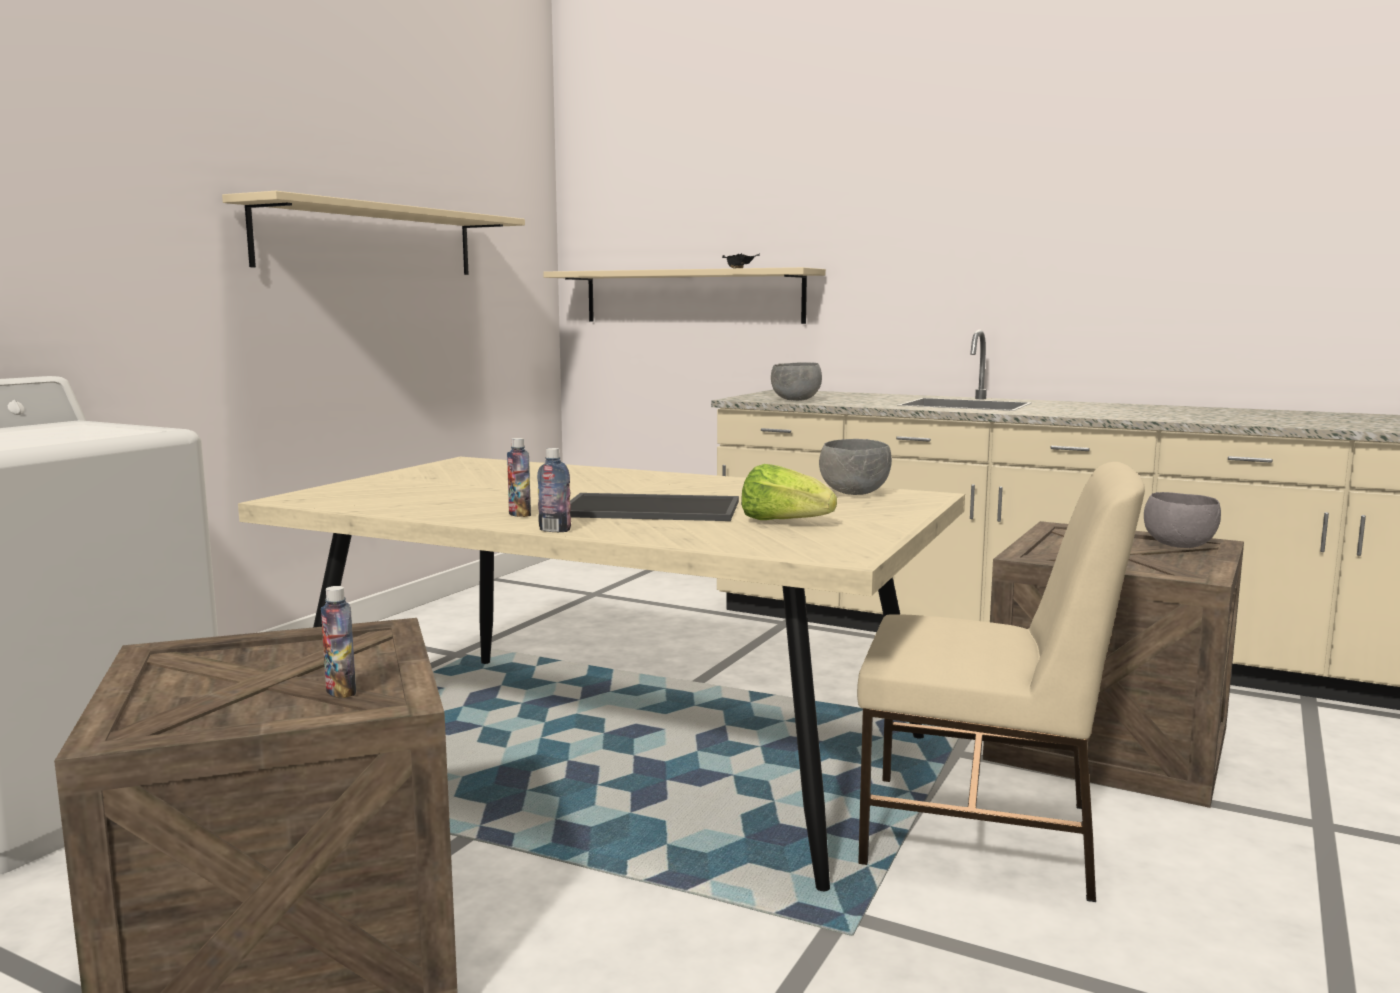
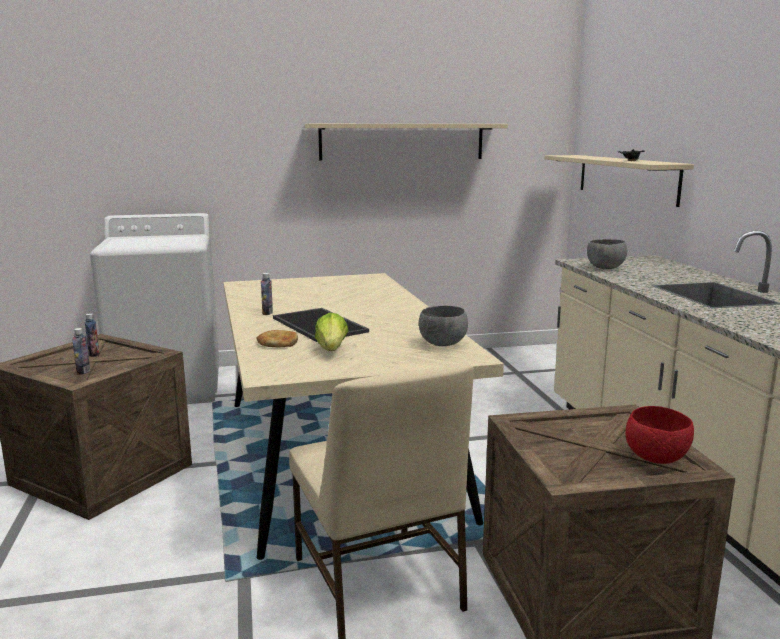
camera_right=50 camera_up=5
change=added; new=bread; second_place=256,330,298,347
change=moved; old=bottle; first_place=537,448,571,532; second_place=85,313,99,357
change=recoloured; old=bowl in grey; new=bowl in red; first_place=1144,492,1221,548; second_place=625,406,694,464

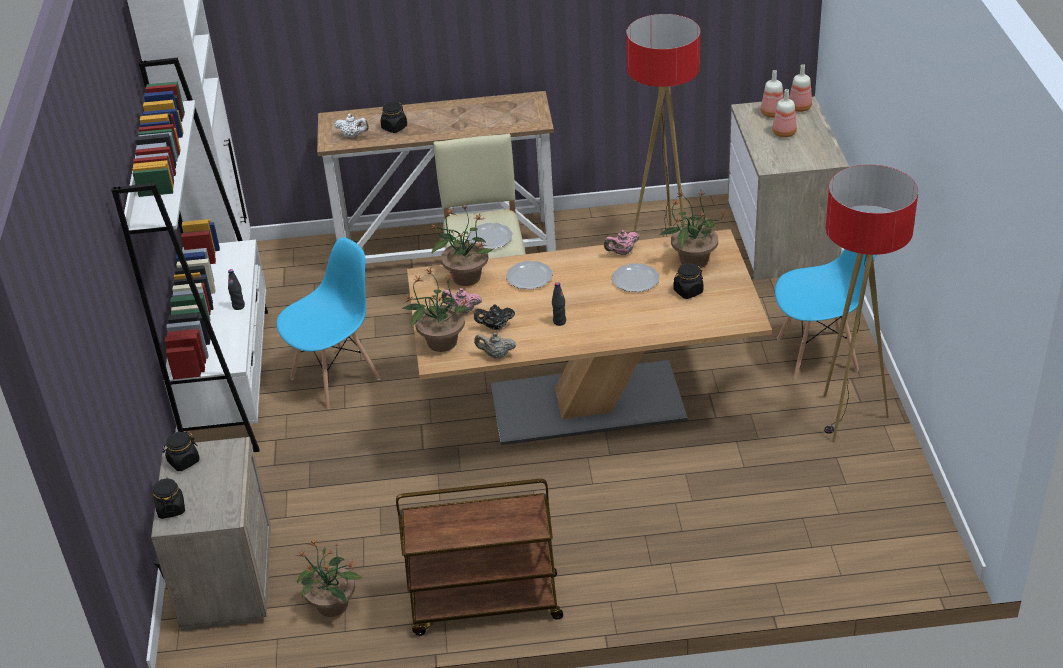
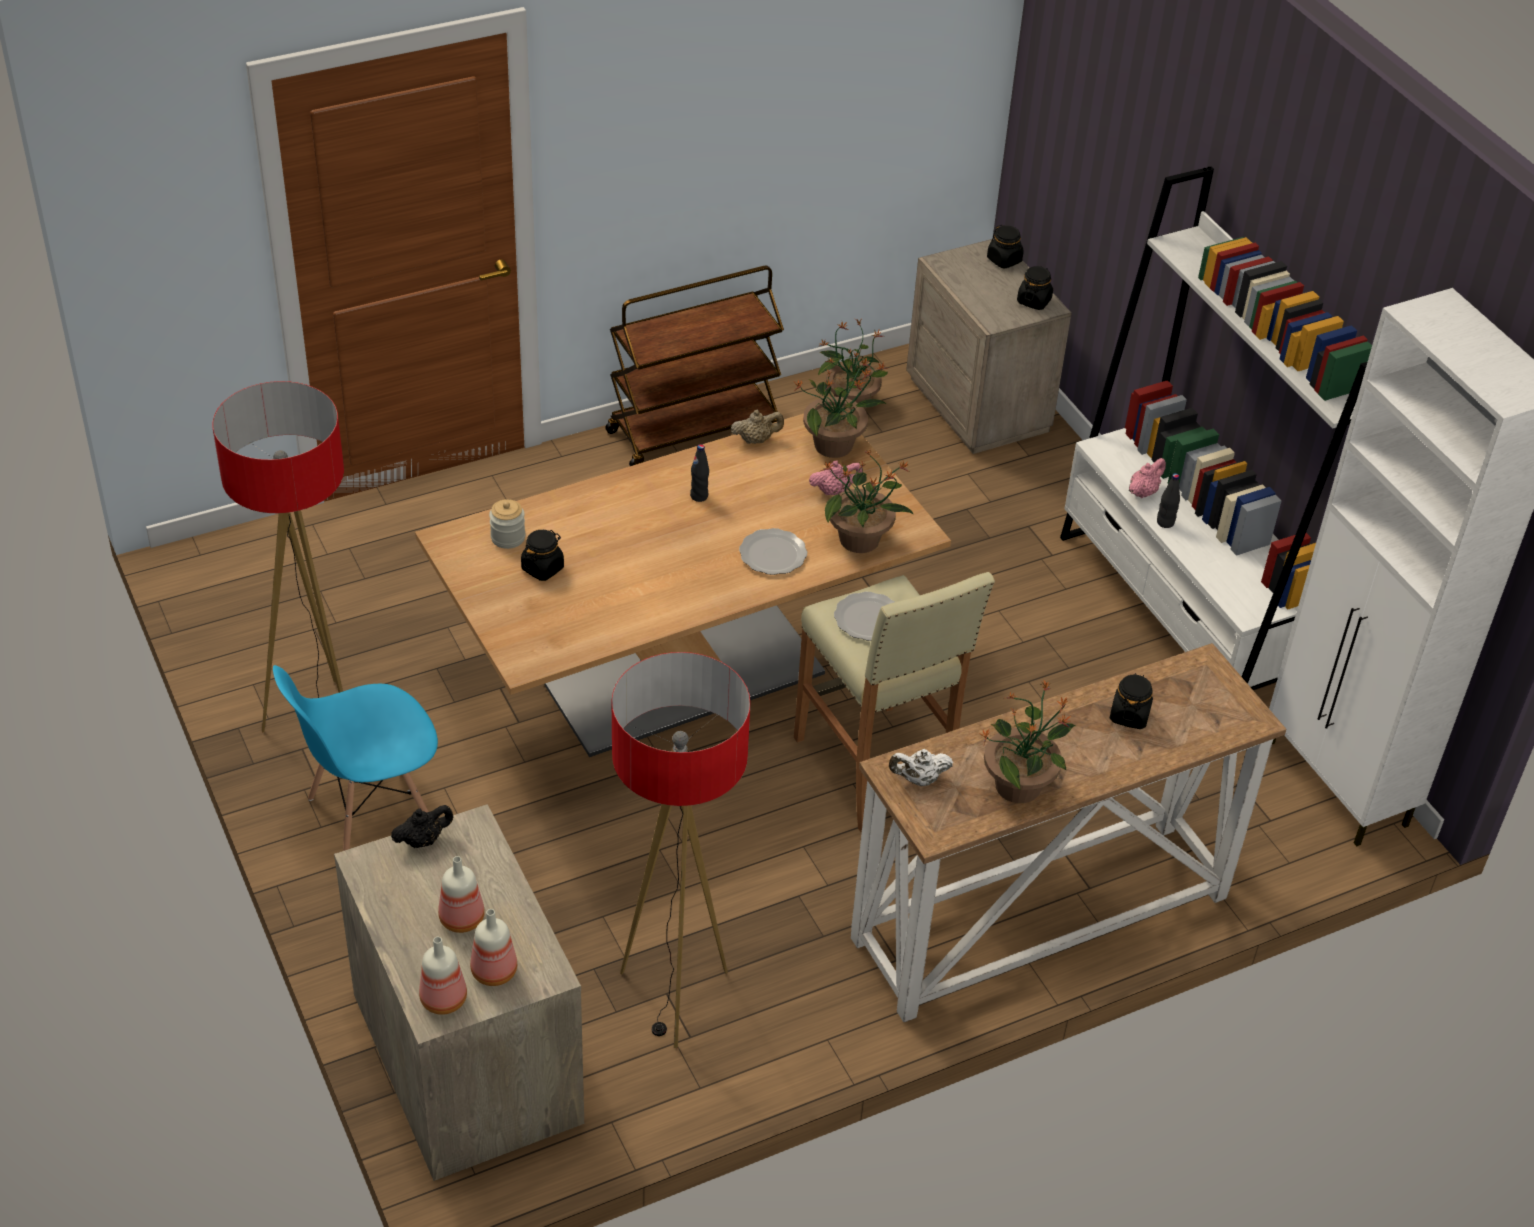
camera_right=155 camera_up=5
change=removed; old=chair in blue; first_place=276,237,380,409
change=removed; old=plate; first_place=612,263,660,292
change=added; new=jar; second_place=489,499,525,549
change=moved; old=teapot in white; first_place=335,114,369,138; second_place=889,749,953,786
change=moved; old=teapot in black; first_place=474,305,515,330; second_place=391,805,453,848
change=moved; old=teapot in pink; first_place=604,230,639,255; second_place=1129,458,1166,498
change=moved; old=potted plant; first_place=658,190,727,268; second_place=979,680,1075,803

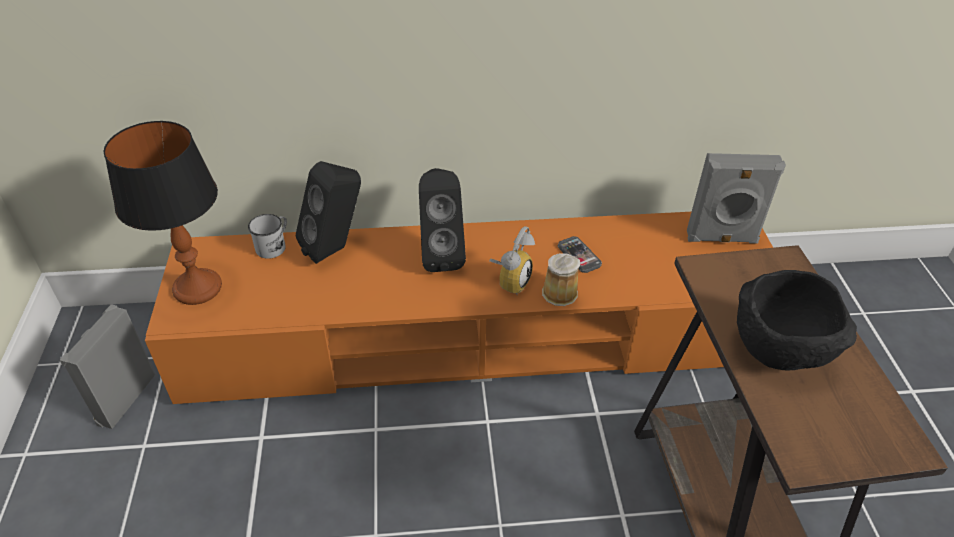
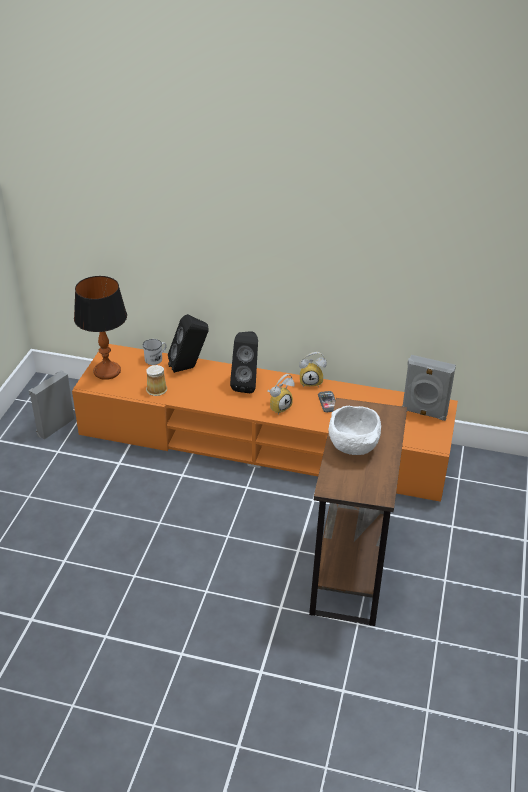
camera_right=20 camera_up=-5
change=added; new=alarm clock; second_place=299,352,327,387
change=moved; old=mug; first_place=542,253,580,306; second_place=146,365,167,396
change=recoloured; old=bowl in black; new=bowl in white; first_place=737,270,857,371; second_place=328,406,381,455

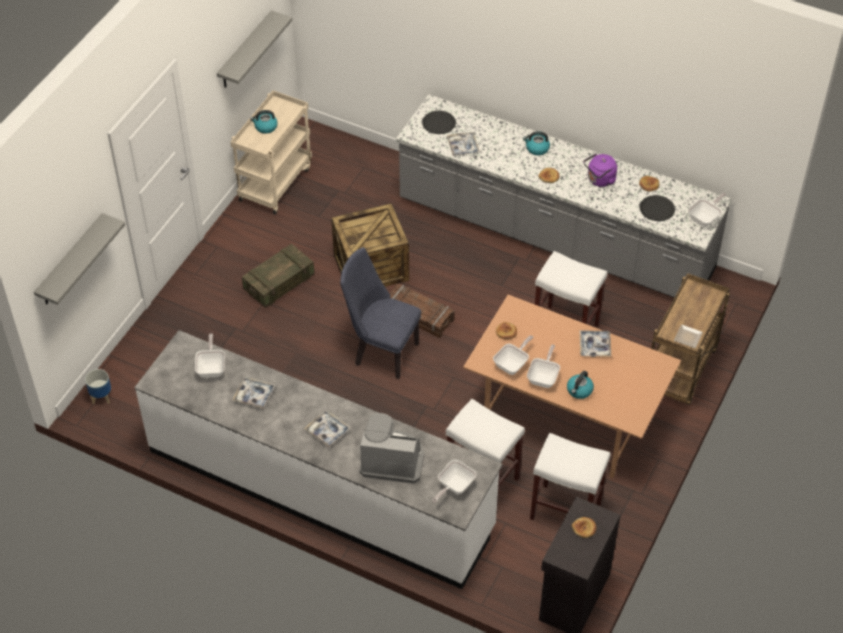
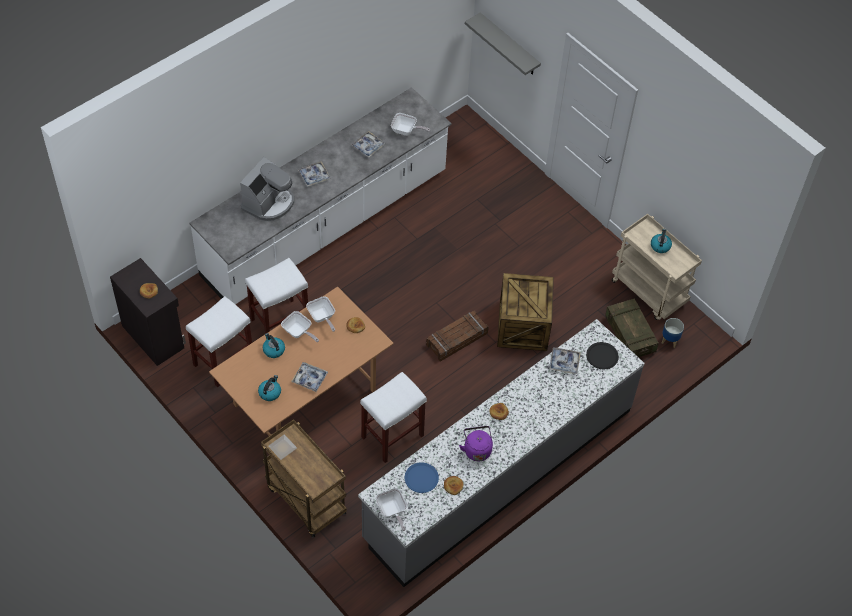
camera_right=110 camera_up=5
change=removed; old=shelf in grey; first_place=217,10,292,88
change=removed; old=chair in blue; first_place=340,247,421,379
change=removed; old=frying pan; first_place=432,460,477,503
change=moved; old=planter; first_place=85,369,111,404; second_place=662,318,684,348
change=moved; old=crate; first_place=242,243,315,308; second_place=605,299,659,357
change=moved; old=kettle; first_place=523,131,550,155; second_place=258,375,281,401
change=recoloured; old=plate in black; new=plate in blue; first_place=640,195,675,221; second_place=405,462,439,493

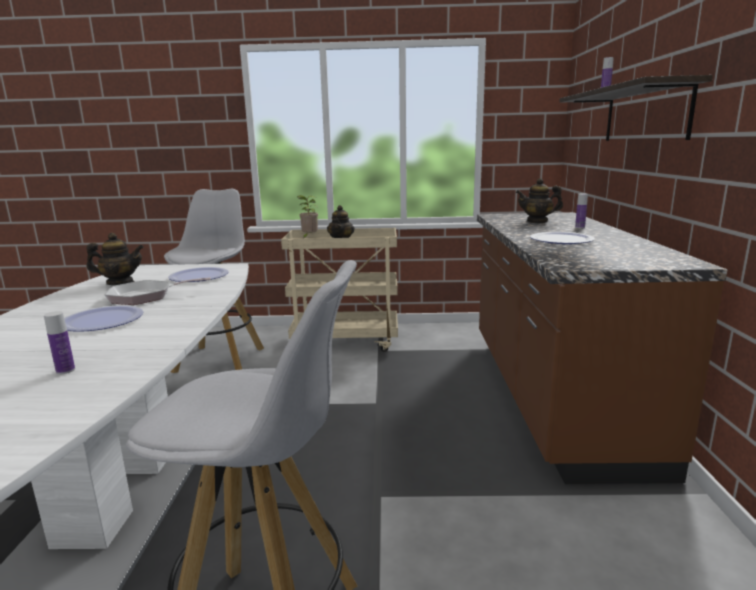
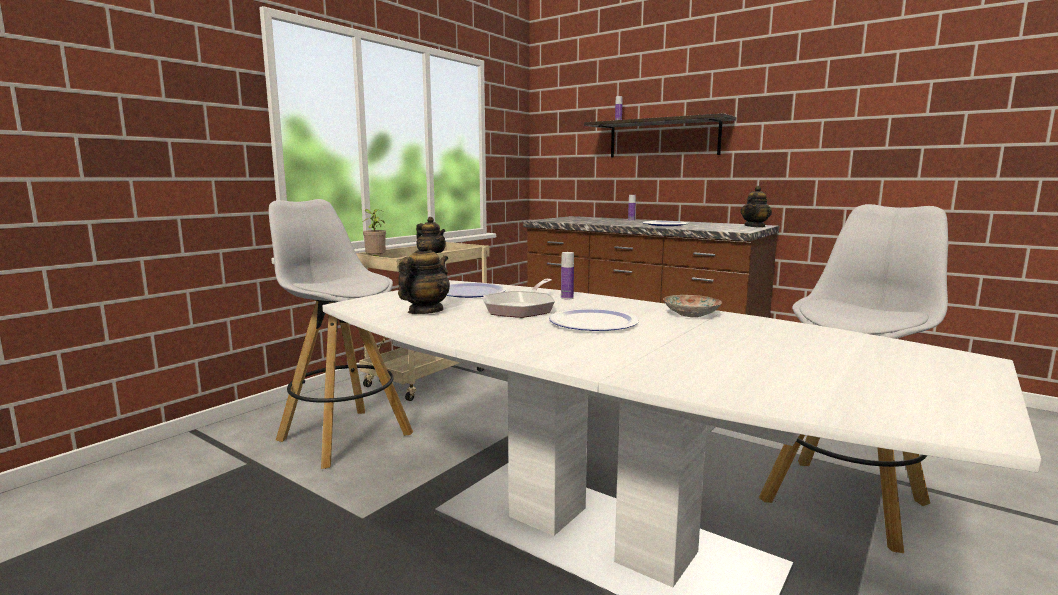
camera_right=-55 camera_up=-5
change=added; new=plate; second_place=663,295,722,317
change=moved; old=bottle; first_place=44,311,75,374; second_place=561,252,574,300
change=moved; old=teapot; first_place=516,178,563,223; second_place=741,186,772,228

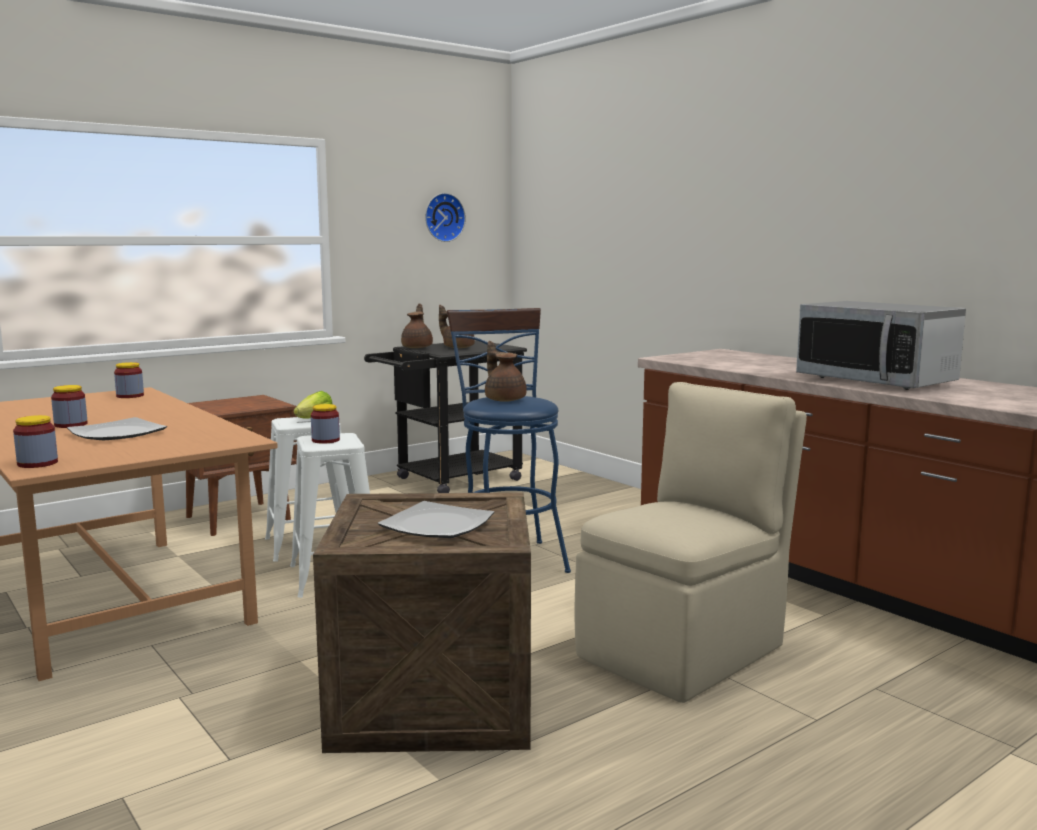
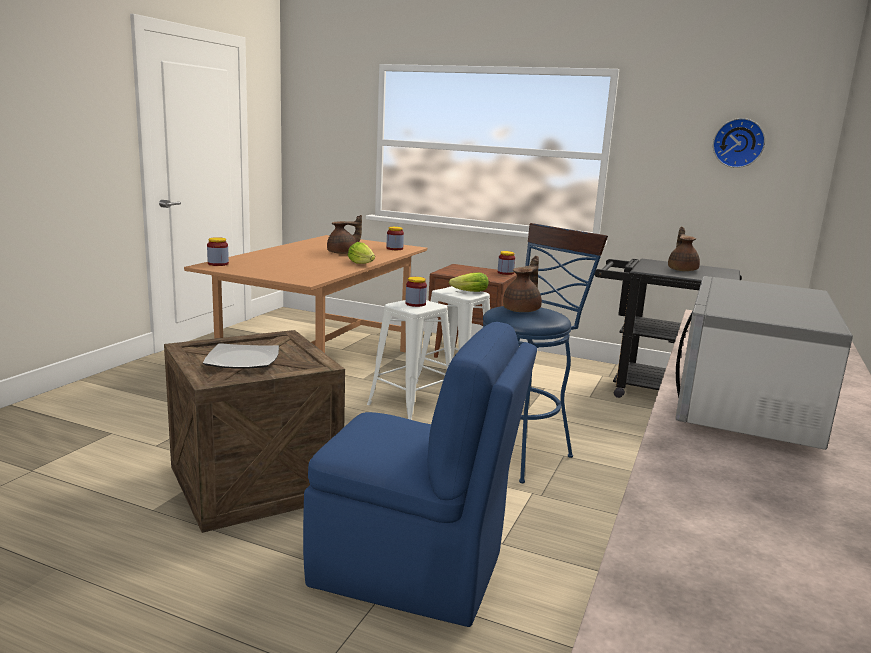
camera_right=60 camera_up=5
change=removed; old=plate; first_place=67,417,167,440
change=added; new=lettuce; second_place=348,242,375,264
change=moved; old=jar; first_place=51,385,88,428; second_place=498,251,515,275
change=moved; old=teapot in brown; first_place=401,304,433,348; second_place=327,215,362,254
change=recoloured; old=chair in beige; new=chair in blue; first_place=575,382,807,703; second_place=303,322,537,627

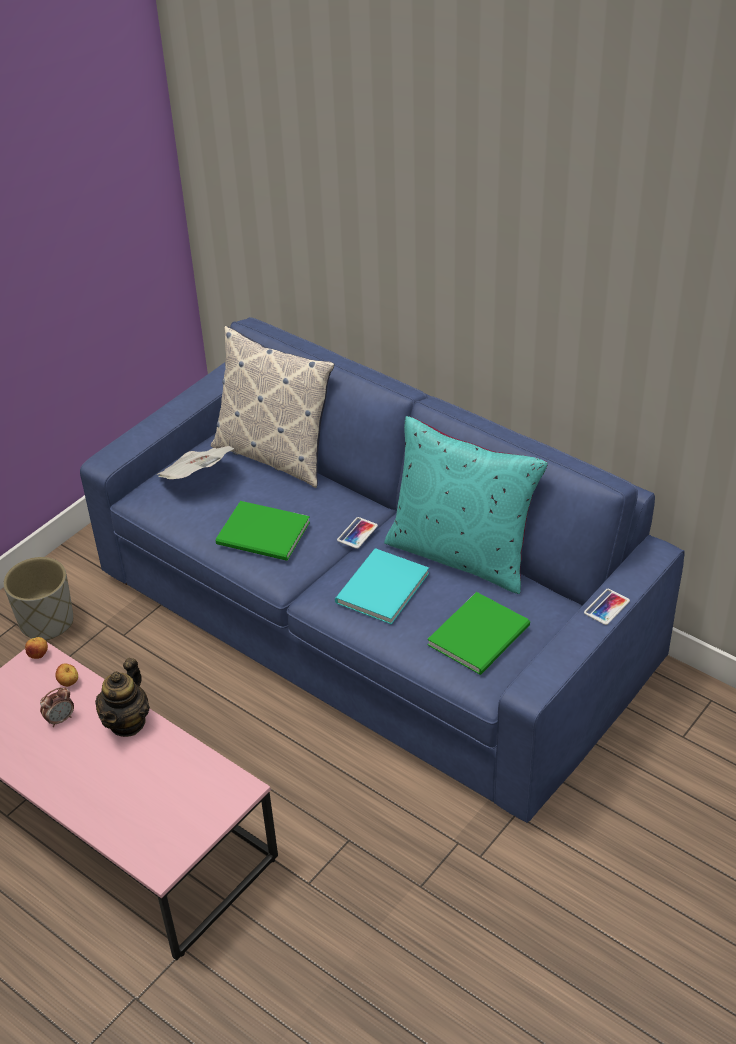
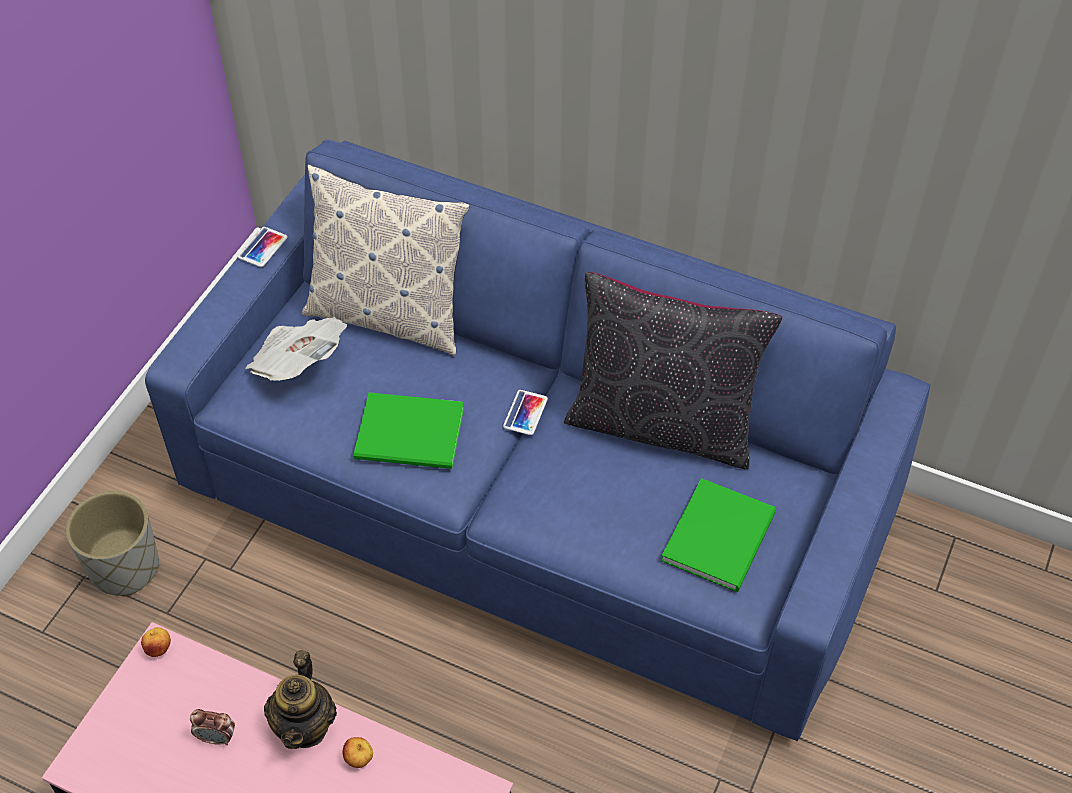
camera_right=-15 camera_up=10
change=removed; old=book in turquoise; first_place=335,548,429,625
change=moved; old=apple; first_place=55,664,78,687; second_place=342,737,373,768
change=moved; old=phone; first_place=584,589,630,625; second_place=238,227,287,267
change=recoloured; old=pillow in turquoise; new=pillow in black; first_place=384,416,548,594; second_place=564,272,782,469
change=turned; old=alarm clock; first_place=40,687,74,727; second_place=190,709,235,745; degrees=60

